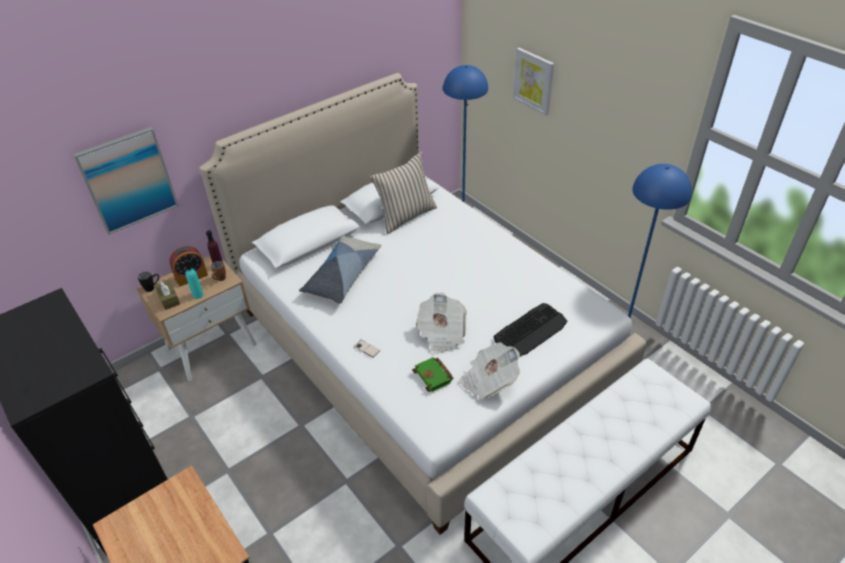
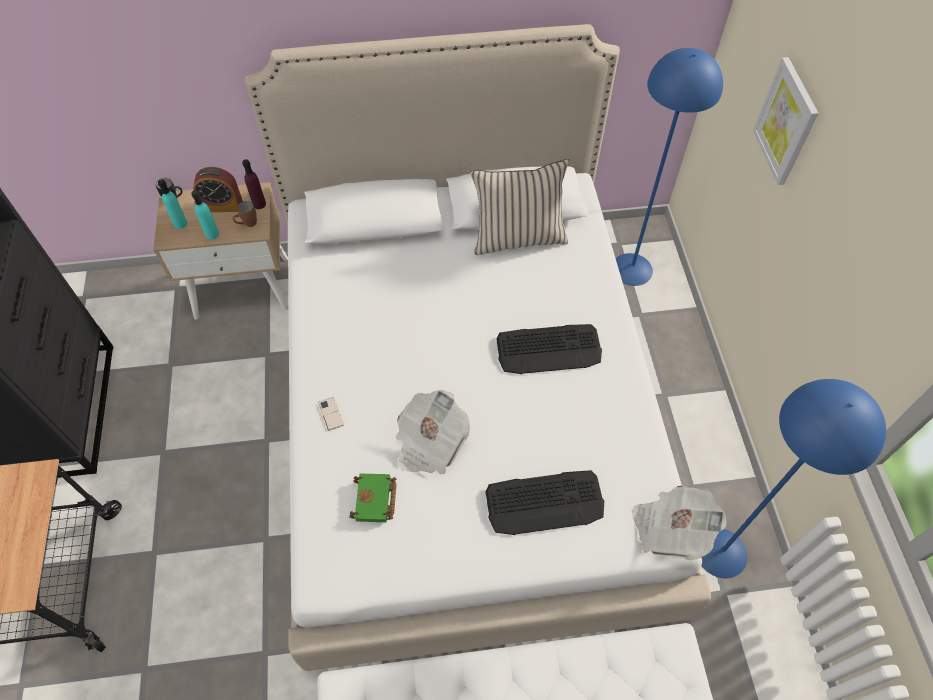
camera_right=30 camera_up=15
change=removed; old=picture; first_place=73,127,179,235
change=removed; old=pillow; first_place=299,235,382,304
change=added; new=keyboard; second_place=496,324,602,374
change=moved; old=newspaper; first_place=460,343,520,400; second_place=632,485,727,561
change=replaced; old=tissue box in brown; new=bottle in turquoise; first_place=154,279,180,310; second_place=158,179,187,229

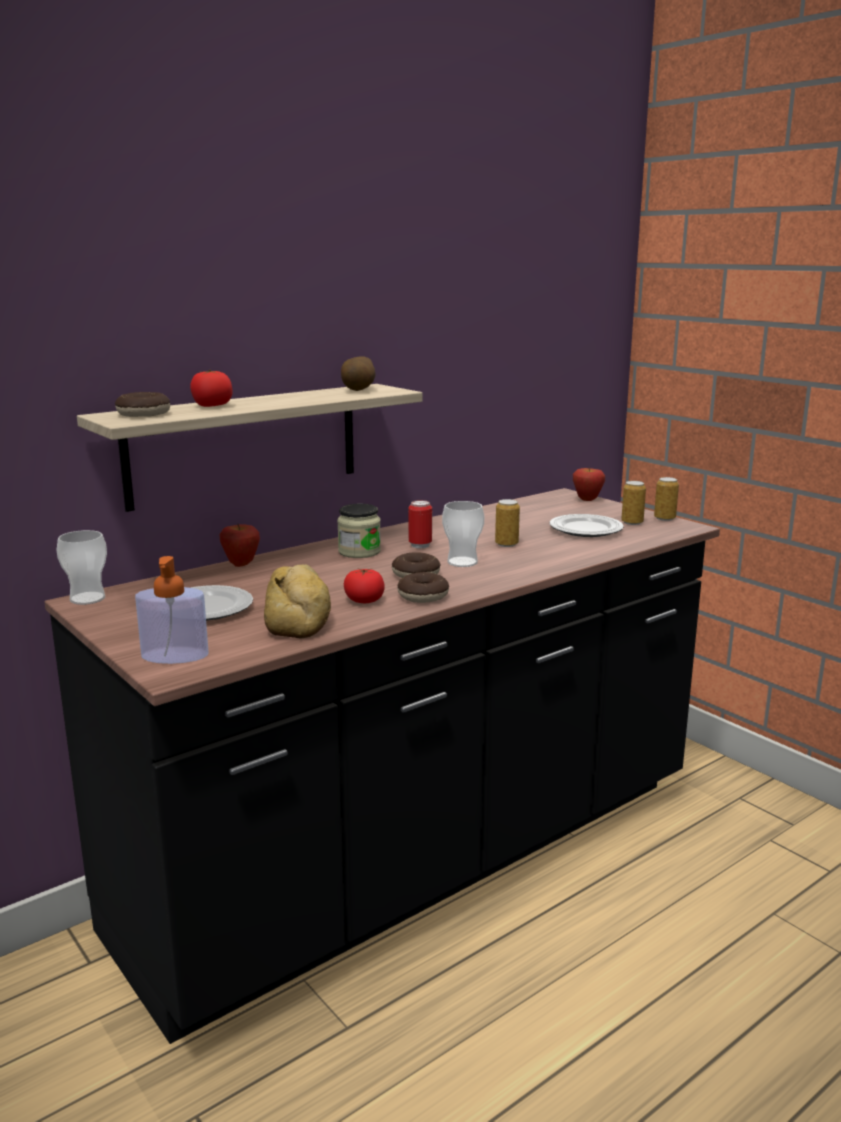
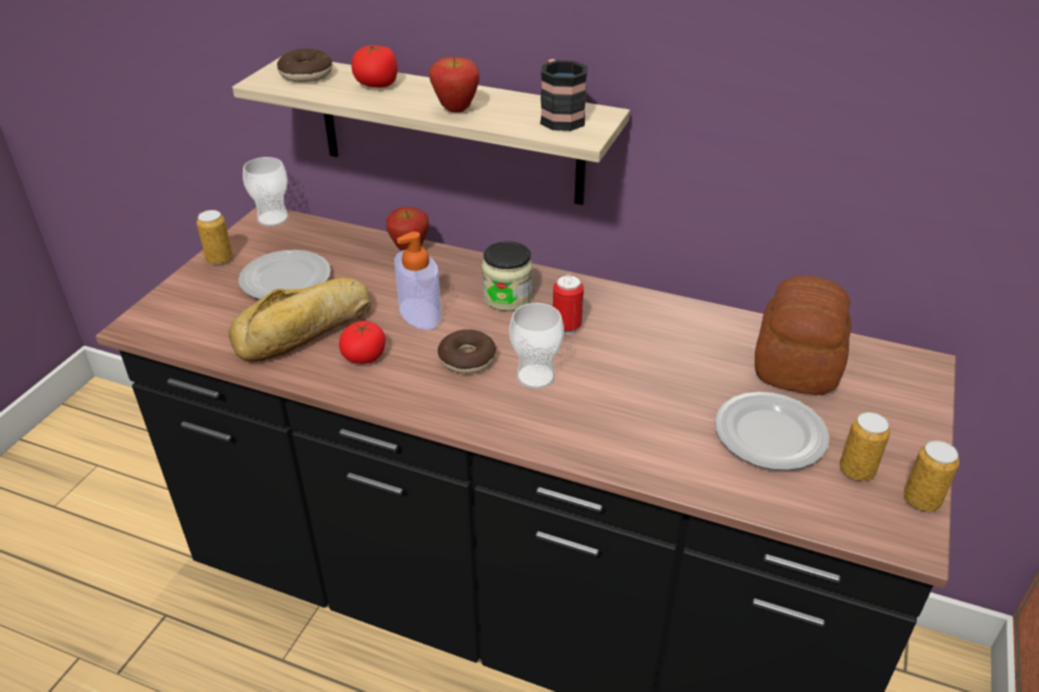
camera_right=60 camera_up=20
change=removed; old=donut; first_place=397,572,449,603
change=added; new=bread; second_place=755,275,851,395
change=moved; old=soap dispenser; first_place=135,556,209,664; second_place=394,232,442,330
change=moved; old=can; first_place=495,499,520,547; second_place=196,210,233,265
change=moved; old=apple; first_place=573,468,605,501; second_place=429,57,480,112
change=replaced; old=potato; new=mug; first_place=341,356,376,391; second_place=540,59,588,131

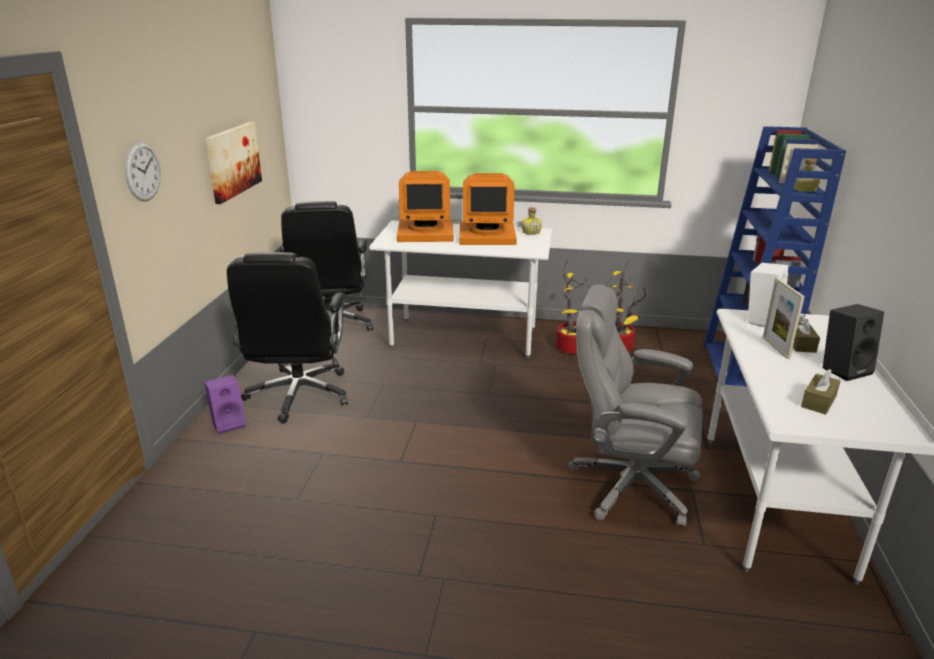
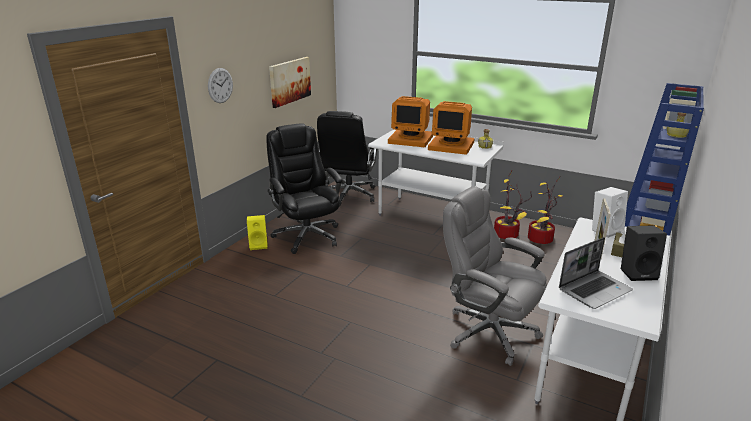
camera_right=20 camera_up=0
change=replaced; old=tissue box in brown; new=laptop; first_place=801,369,840,415; second_place=559,237,633,309
change=recoloured; old=speaker in purple; new=speaker in yellow; first_place=204,375,246,434; second_place=247,215,267,250
change=turned; old=office chair in black; first_place=227,252,348,424; second_place=266,124,343,254; degrees=135

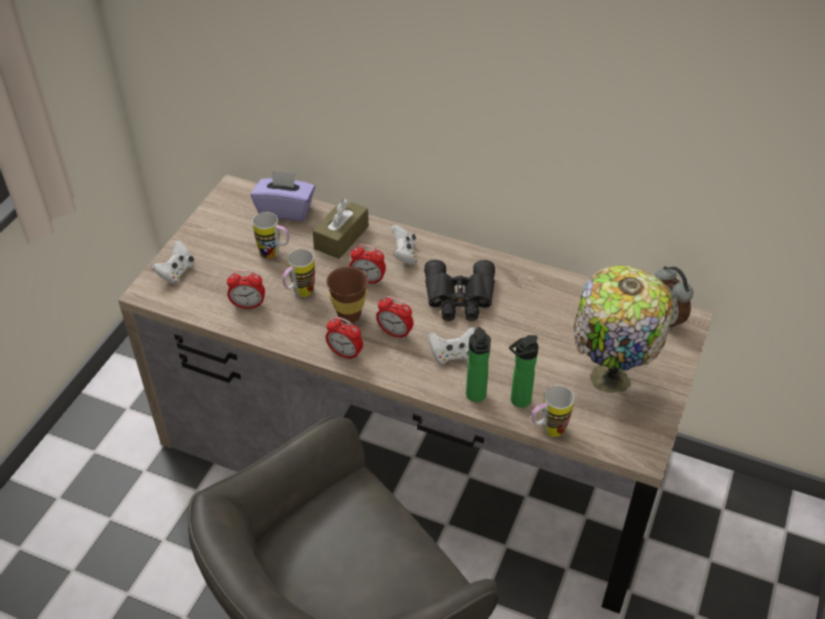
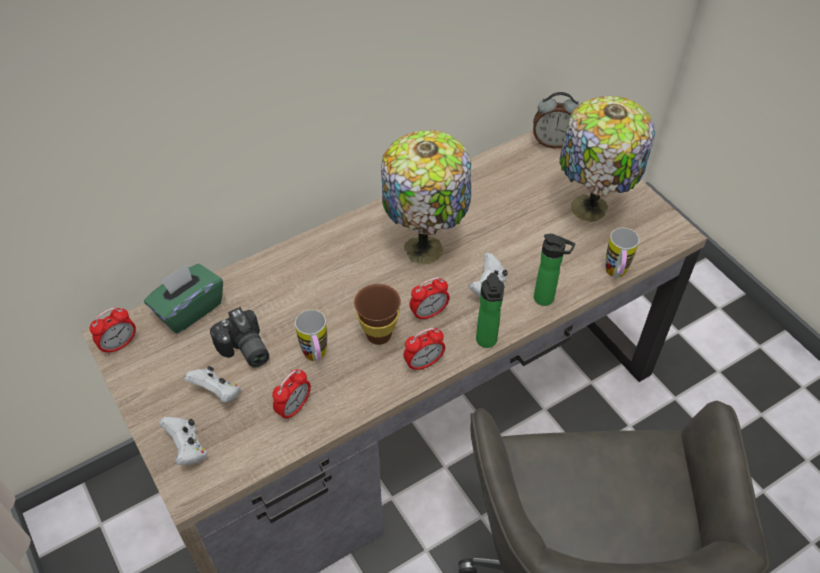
camera_right=-55 camera_up=5
change=removed; old=tissue box in brown; first_place=312,198,369,259
change=moved; old=alarm clock; first_place=350,244,386,285; second_place=90,307,136,355
change=moved; old=game controller in white; first_place=391,225,417,265; second_place=184,366,241,403
change=moved; old=bottle; first_place=509,335,539,408; second_place=476,273,504,348
change=replaced; old=mug; new=photo camera; first_place=252,212,289,259; second_place=210,307,269,367
change=replaced; old=binoculars in black; new=table lamp; first_place=424,260,495,321; second_place=381,130,471,264
change=recoloured; old=tissue box in purple; new=tissue box in green; first_place=251,170,315,221; second_place=144,264,223,334

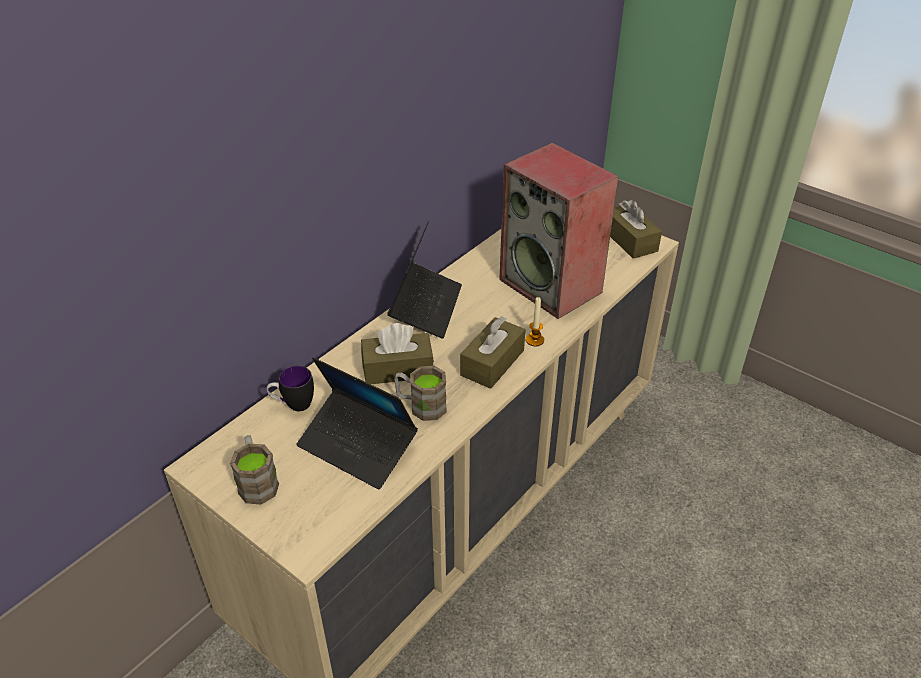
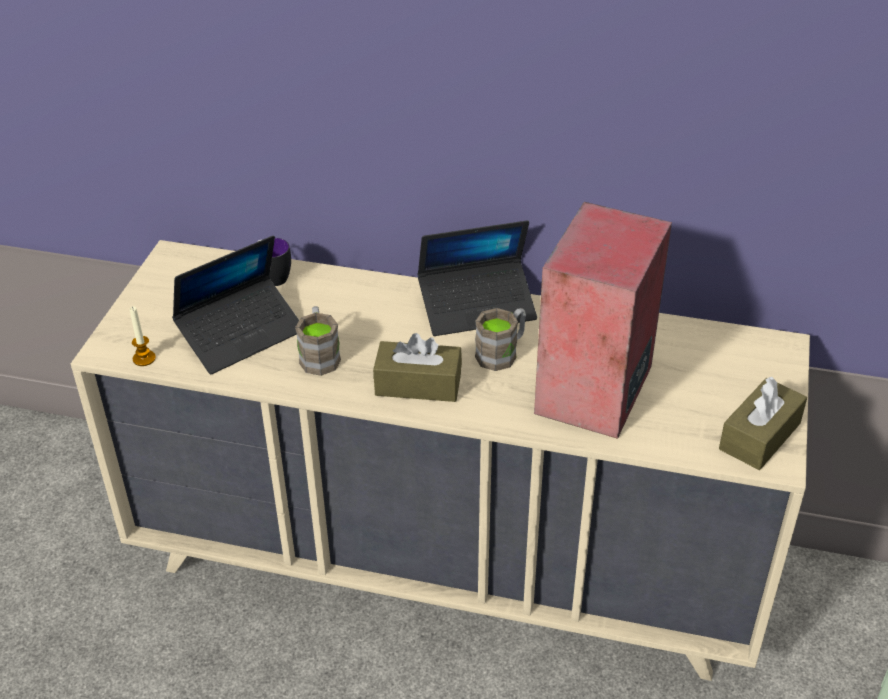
camera_right=65 camera_up=0
change=removed; old=tissue box in brown; first_place=361,323,434,384
change=moved; old=mug in brown; first_place=230,435,279,504; second_place=475,308,526,371
change=moved; old=candle; first_place=526,297,544,346; second_place=130,306,156,366
change=turned; old=laptop; first_place=297,357,418,489; second_place=172,235,299,374; degrees=-135

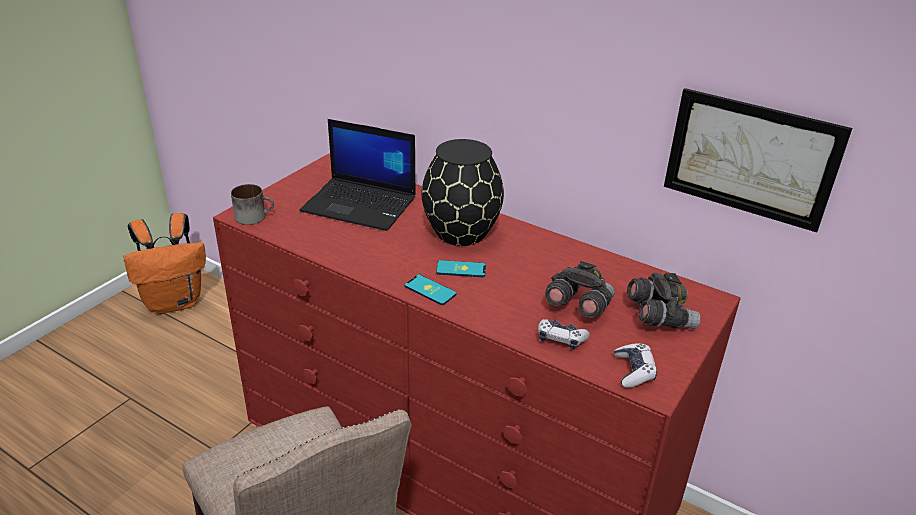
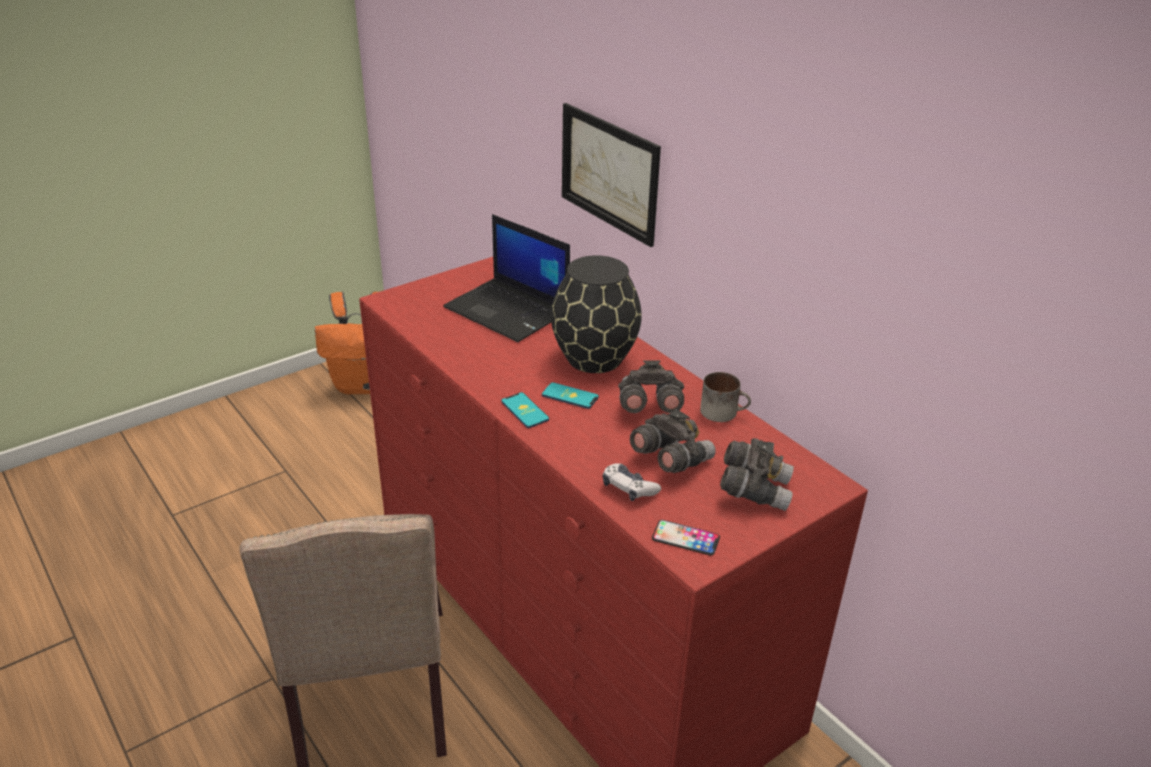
camera_right=20 camera_up=0
change=added; new=binoculars in grey; second_place=618,360,684,413
change=moved; old=mug; first_place=231,184,274,225; second_place=700,372,751,422
change=moved; old=picture; first_place=664,88,852,232; second_place=562,103,661,247
change=replaced; old=game controller; new=phone; first_place=614,343,657,388; second_place=652,520,720,555

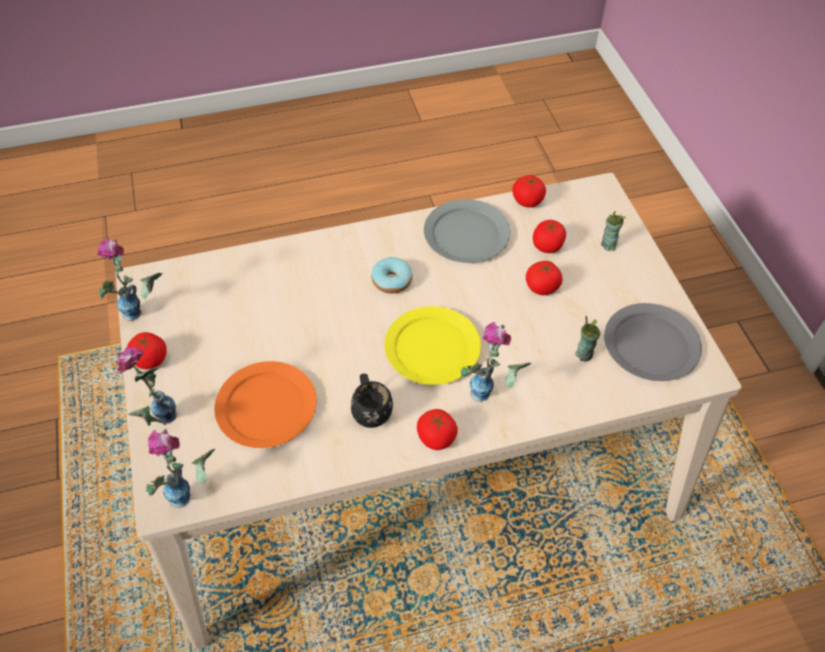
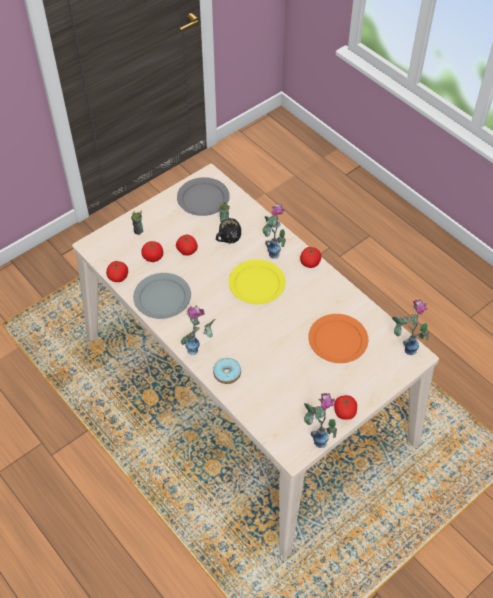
camera_right=-115 camera_up=0
change=moved; old=vase; first_place=116,347,176,426; second_place=181,305,215,355
change=moved; old=mug in black; first_place=351,374,393,428; second_place=216,218,241,244
change=moved; old=donut; first_place=371,257,413,294; second_place=213,358,241,384

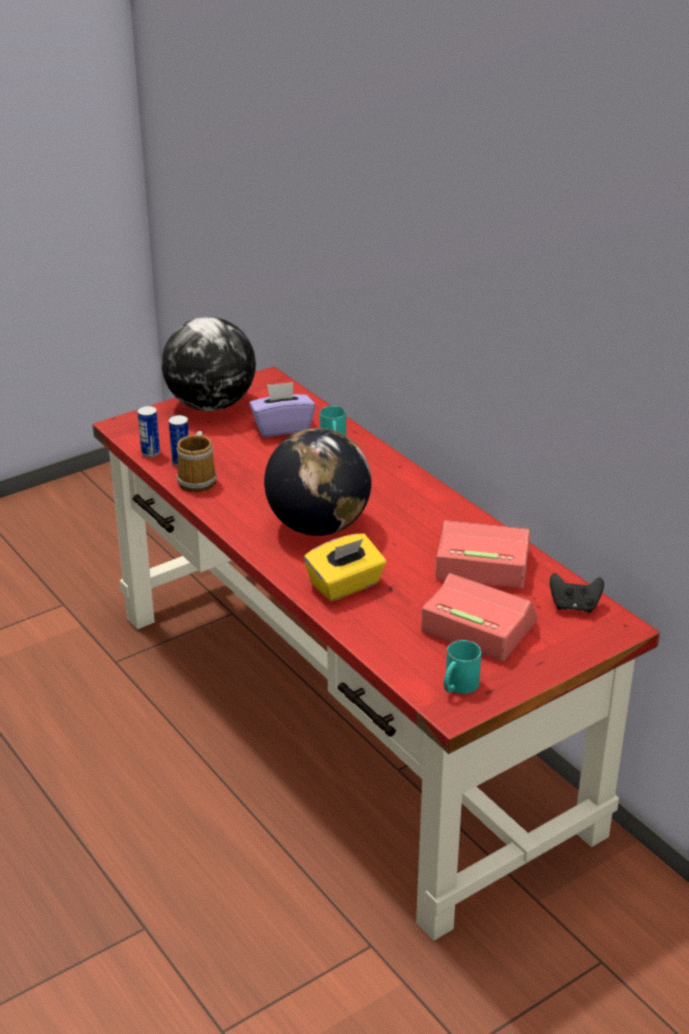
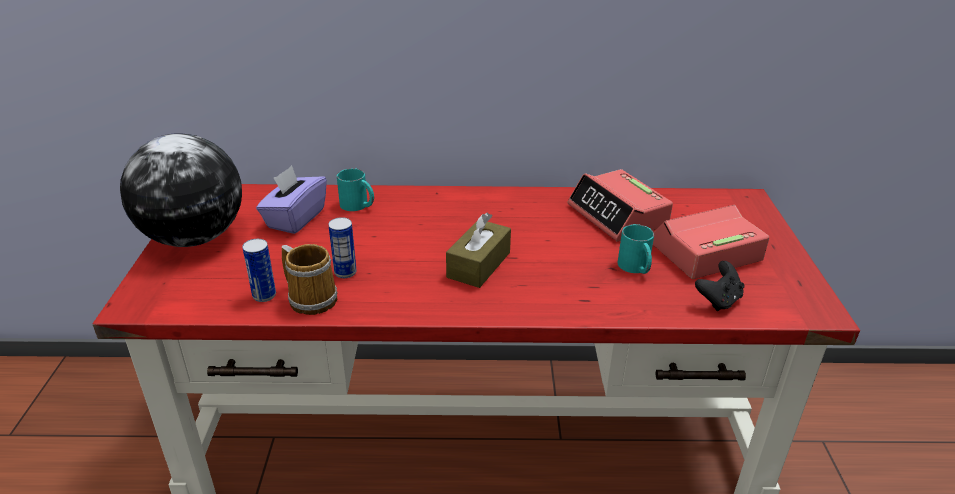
camera_right=-55 camera_up=0
change=removed; old=tissue box in yellow; first_place=304,534,386,601
change=moved; old=can; first_place=138,406,160,457; second_place=328,217,357,278
change=moved; old=mug in turquoise; first_place=444,640,482,694; second_place=618,224,654,274
change=moved; old=game controller in black; first_place=550,573,604,613; second_place=695,261,745,311
change=replaced; old=globe; new=tissue box in brown; first_place=264,428,372,536; second_place=446,212,511,288
change=turned; old=alarm clock; first_place=436,520,530,588; second_place=567,169,673,242; degrees=-75

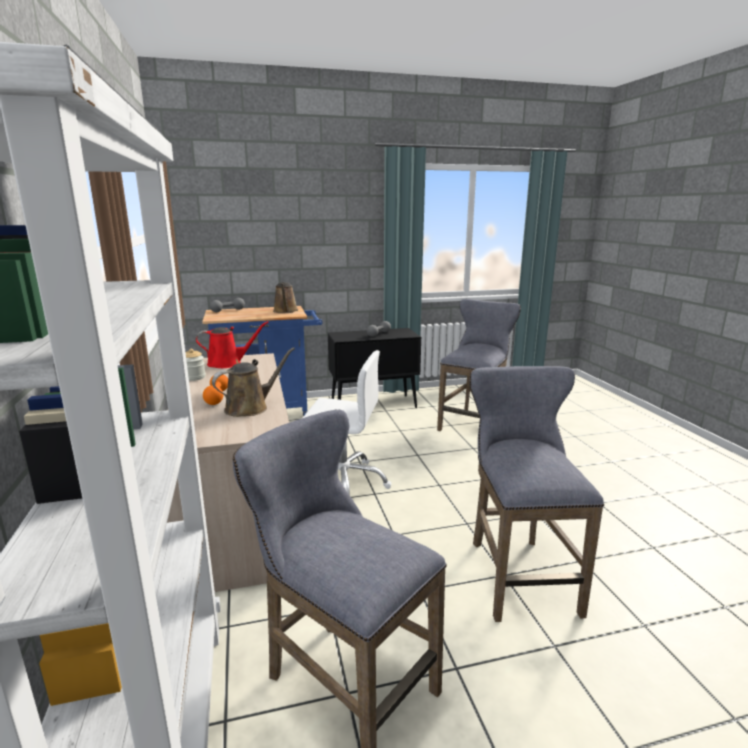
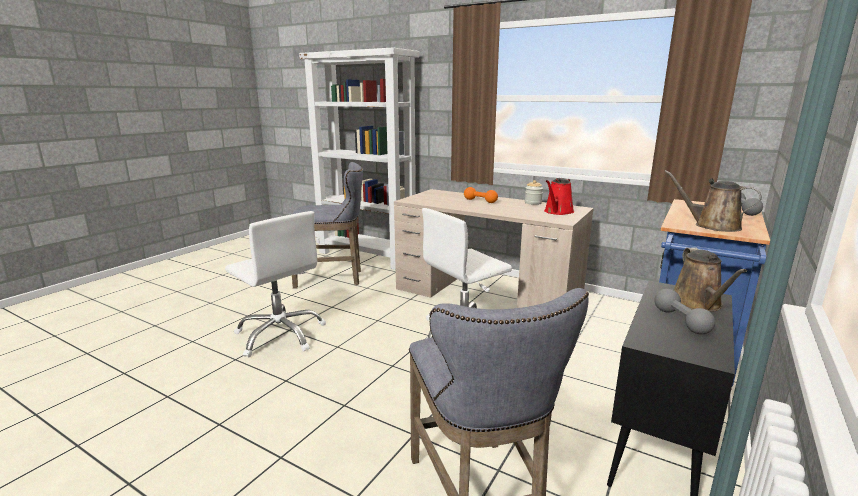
camera_right=135 camera_up=0
change=moved; old=watering can in brown; first_place=212,347,295,417; second_place=674,247,747,312
change=replaced; old=stool in grey; new=office chair in white; first_place=470,366,604,622; second_place=225,211,326,357

